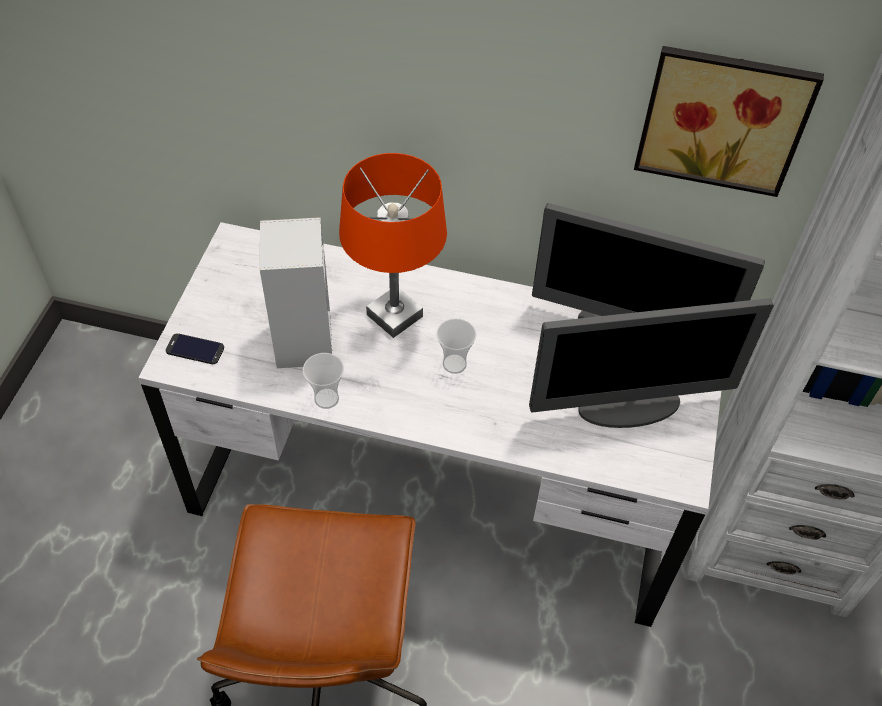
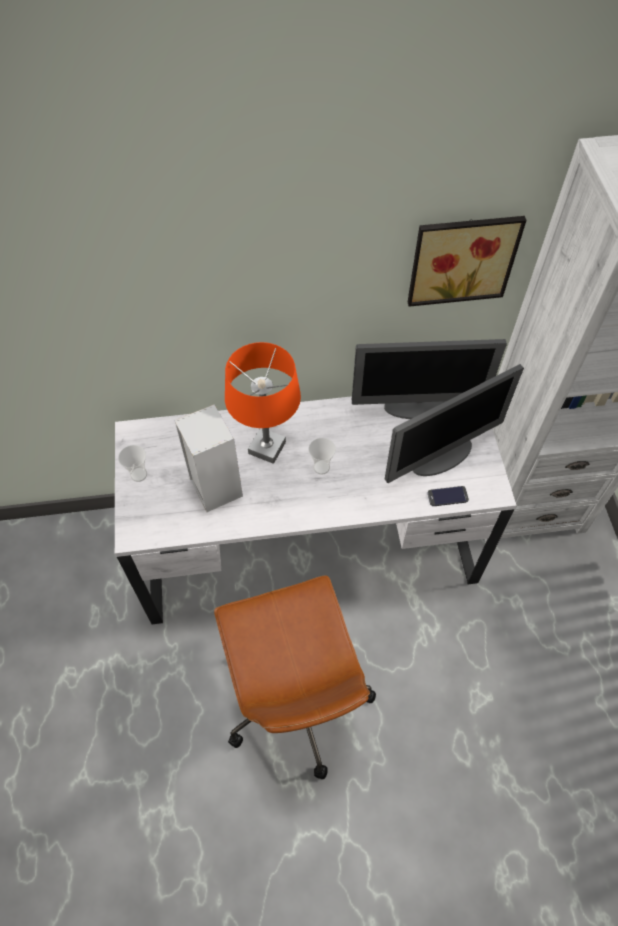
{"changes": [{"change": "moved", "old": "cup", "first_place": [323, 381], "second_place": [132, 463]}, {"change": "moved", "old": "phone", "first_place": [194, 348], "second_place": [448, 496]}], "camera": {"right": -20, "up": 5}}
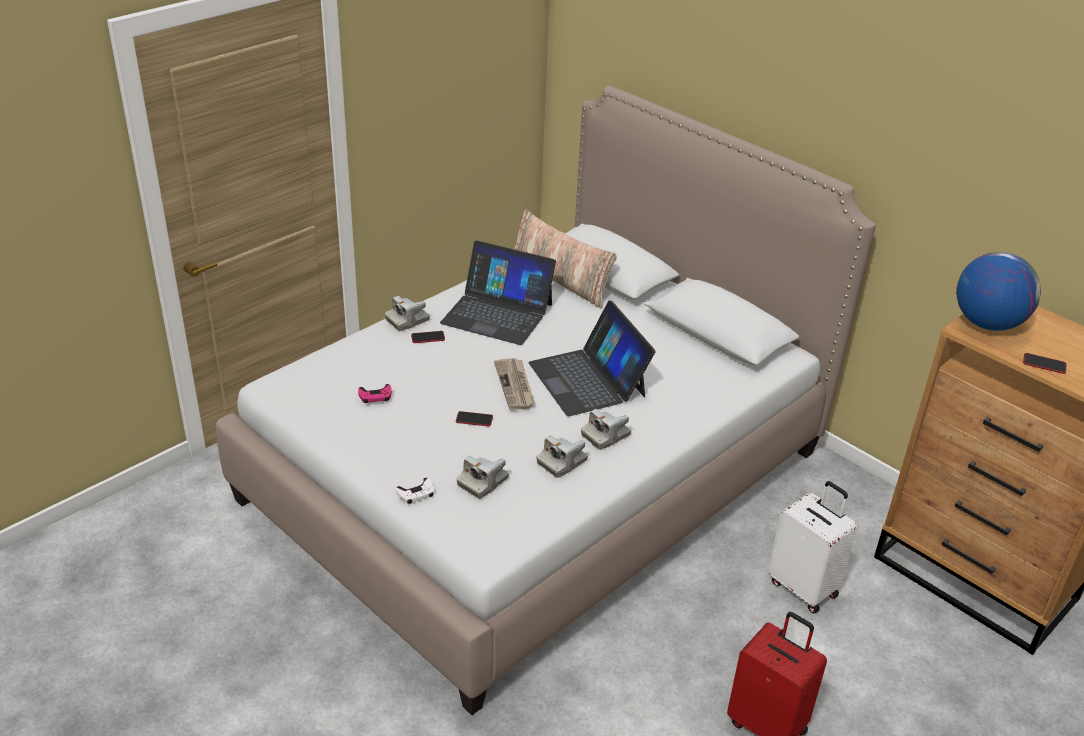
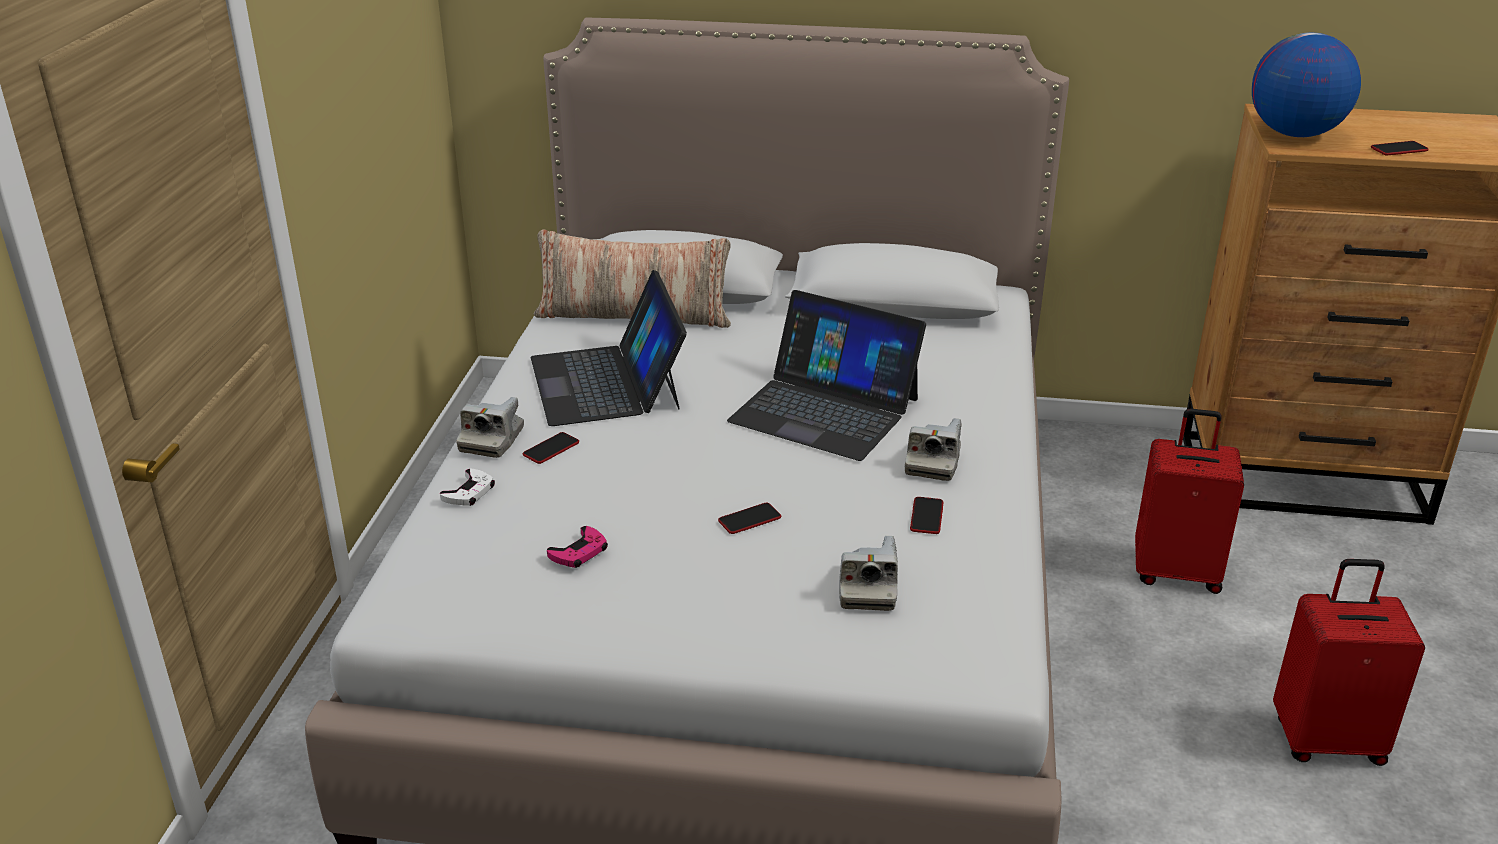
{"changes": [{"change": "moved", "old": "white game controller", "first_place": [415, 491], "second_place": [467, 487]}, {"change": "turned", "old": "laptop", "first_place": [498, 293], "second_place": [609, 348], "degrees": 90}, {"change": "replaced", "old": "photo camera", "new": "phone", "first_place": [562, 456], "second_place": [927, 515]}, {"change": "recoloured", "old": "white suitcase", "new": "red suitcase", "first_place": [813, 547], "second_place": [1189, 501]}, {"change": "removed", "old": "newspaper", "first_place": [514, 384]}], "camera": {"right": -35, "up": -5}}
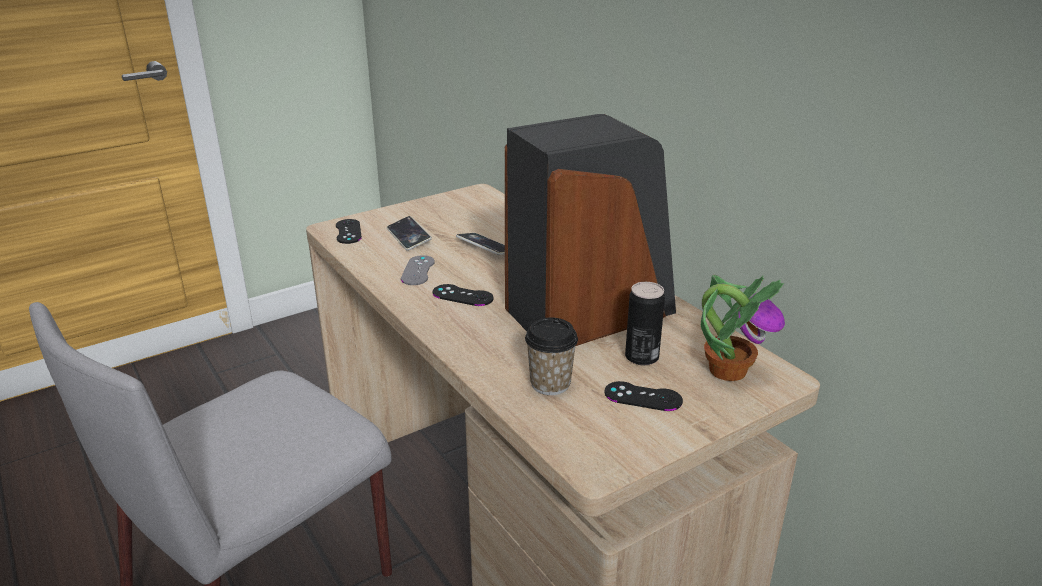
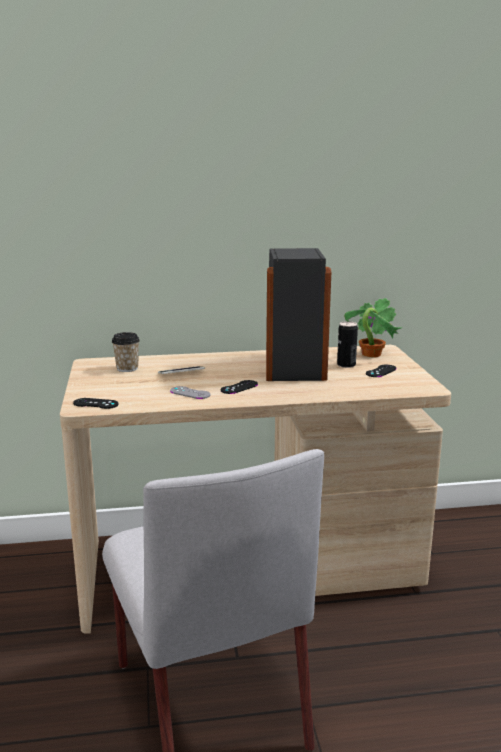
{"changes": [{"change": "moved", "old": "cup", "first_place": [551, 356], "second_place": [126, 352]}, {"change": "removed", "old": "phone", "first_place": [409, 233]}], "camera": {"right": -65, "up": -10}}
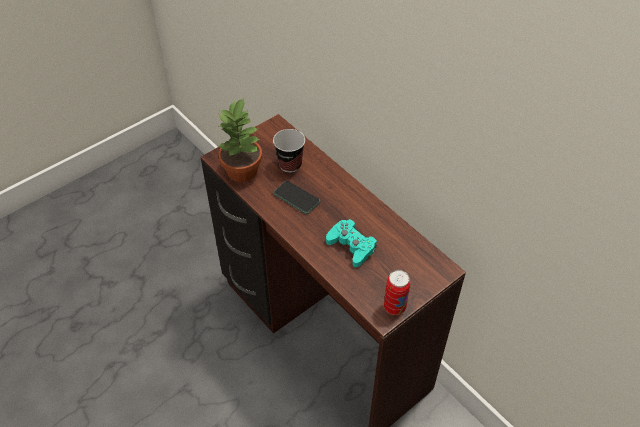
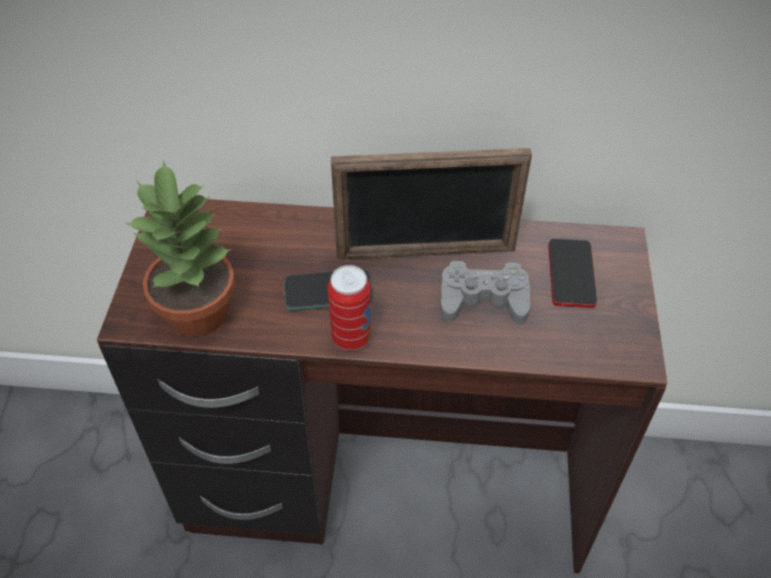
{"changes": [{"change": "moved", "old": "can", "first_place": [397, 292], "second_place": [349, 308]}, {"change": "added", "new": "picture frame", "second_place": [431, 203]}, {"change": "recoloured", "old": "turquoise game controller", "new": "grey game controller", "first_place": [351, 243], "second_place": [485, 292]}, {"change": "added", "new": "phone", "second_place": [572, 273]}, {"change": "removed", "old": "cup", "first_place": [289, 151]}], "camera": {"right": -45, "up": 0}}
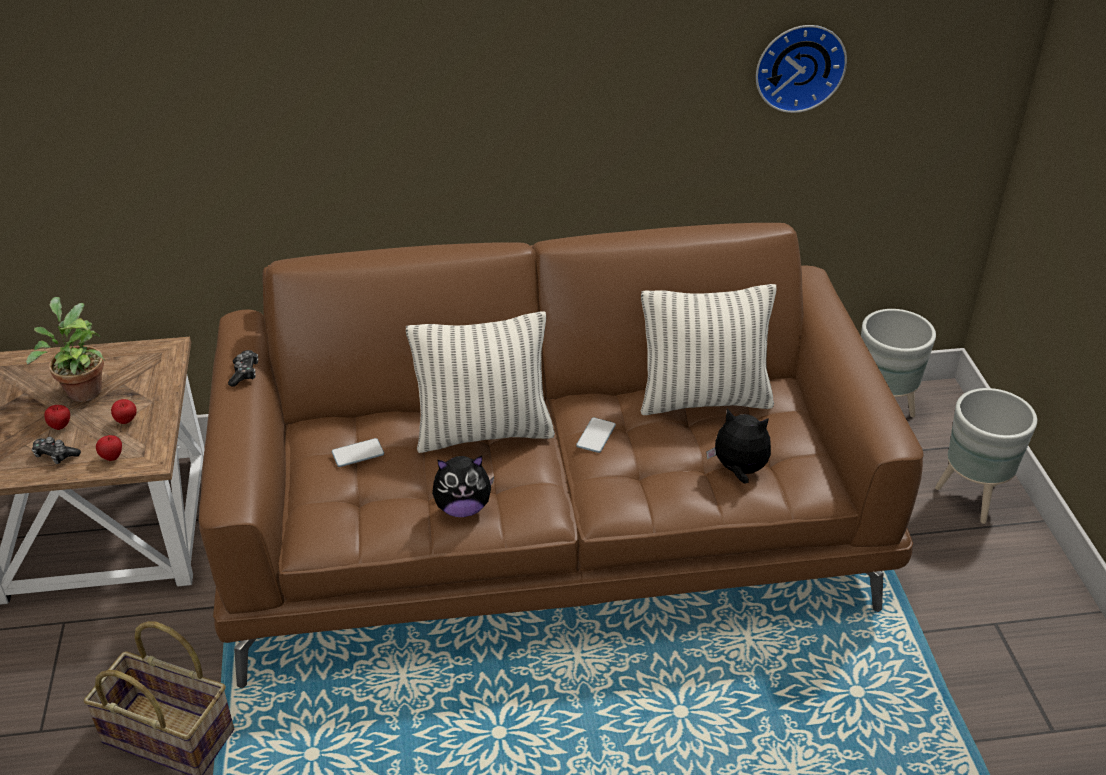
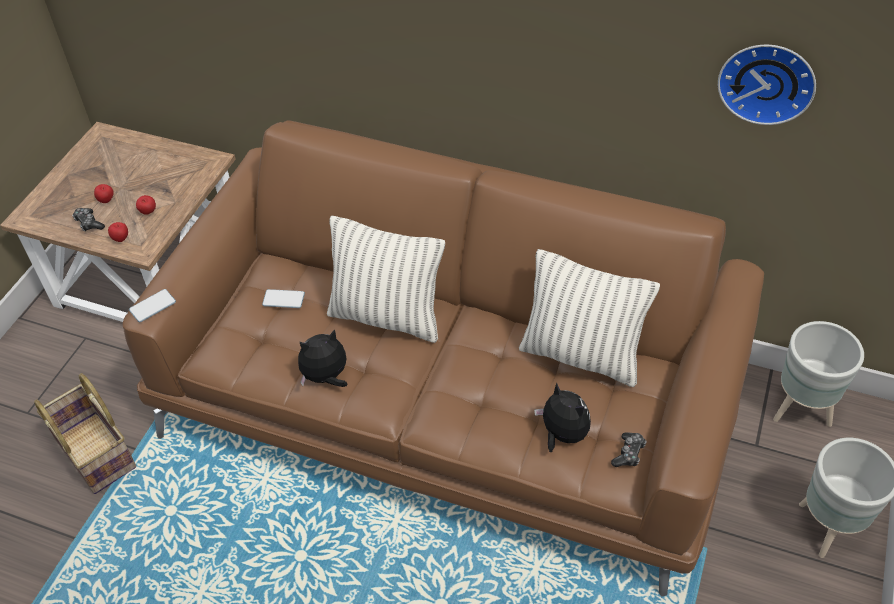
{"changes": [{"change": "moved", "old": "phone", "first_place": [596, 435], "second_place": [152, 305]}, {"change": "turned", "old": "plush toy", "first_place": [463, 486], "second_place": [322, 358], "degrees": 135}, {"change": "moved", "old": "game controller", "first_place": [243, 368], "second_place": [628, 449]}, {"change": "removed", "old": "potted plant", "first_place": [65, 349]}], "camera": {"right": 30, "up": 10}}
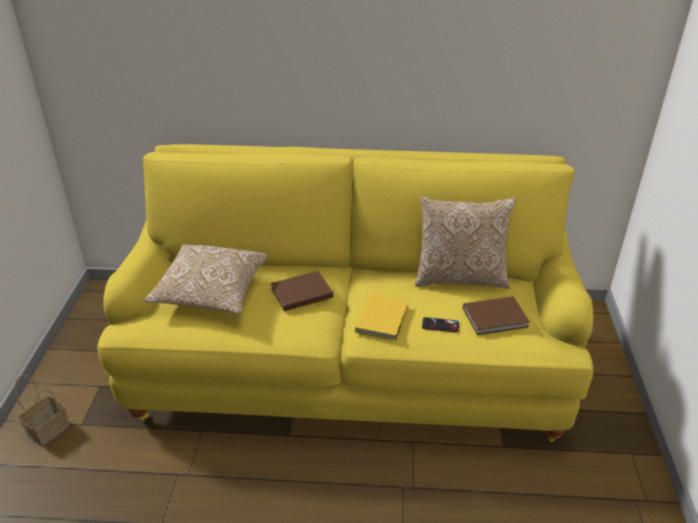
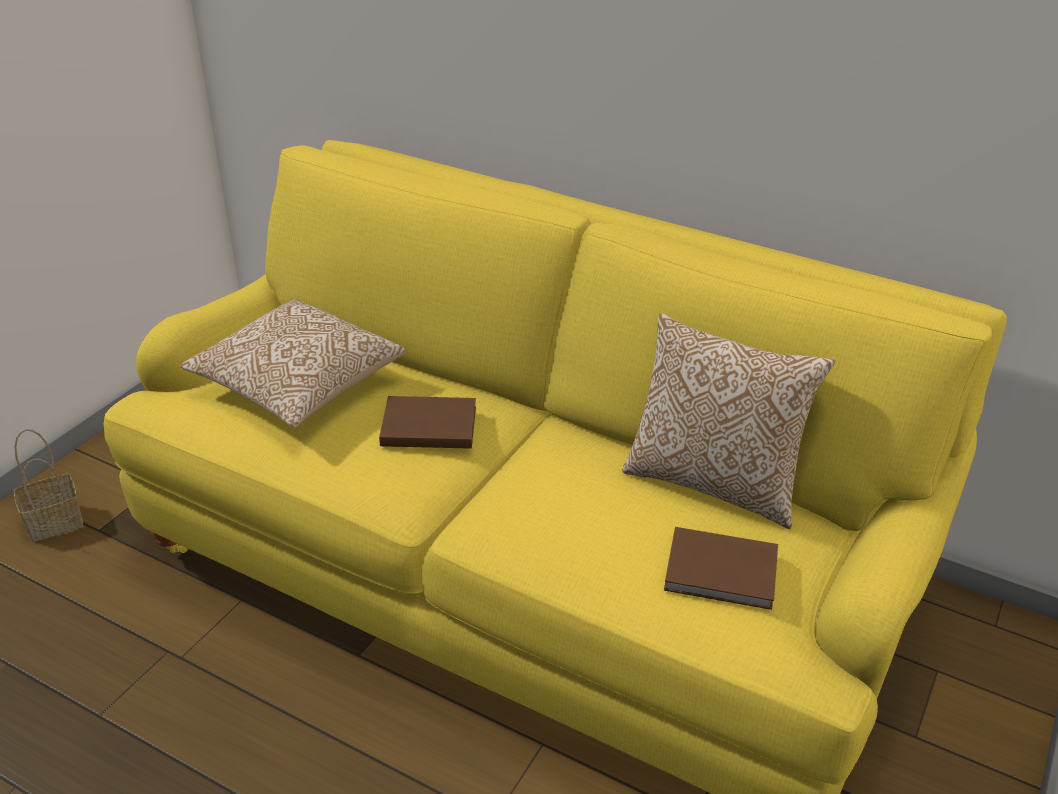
{"changes": [{"change": "removed", "old": "yellow book", "first_place": [382, 317]}, {"change": "removed", "old": "phone", "first_place": [440, 324]}], "camera": {"right": 25, "up": 0}}
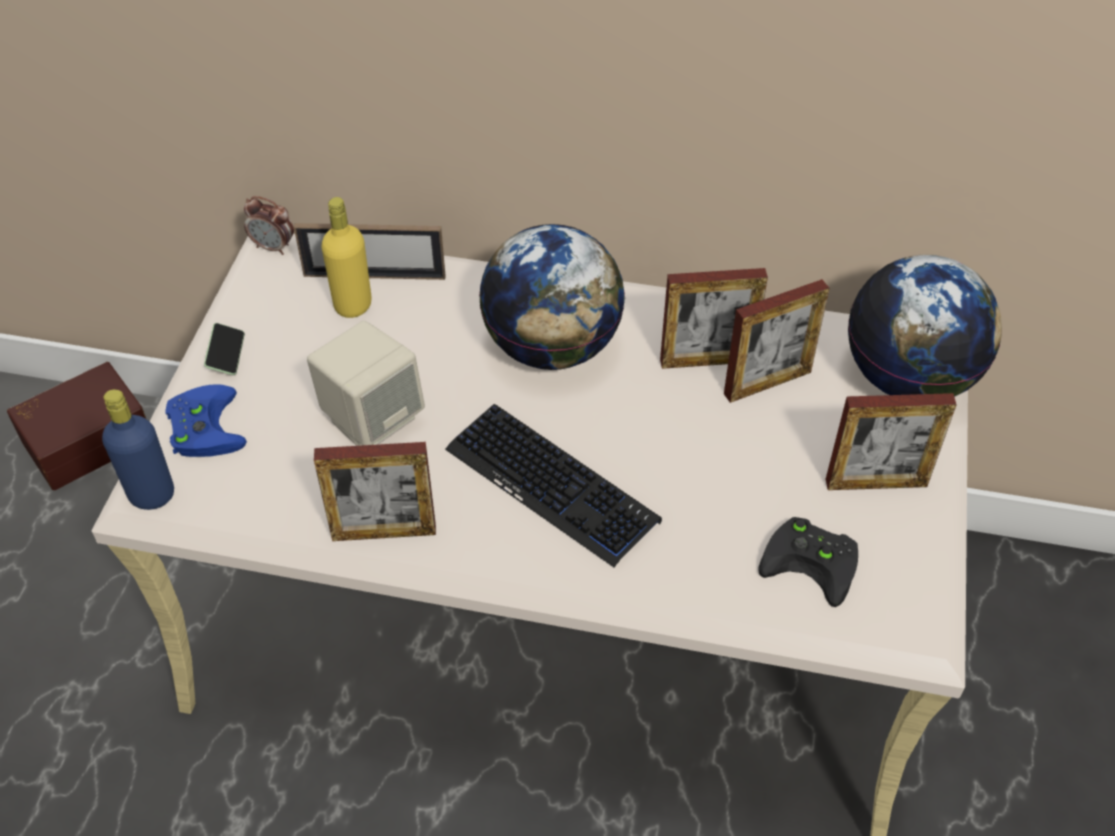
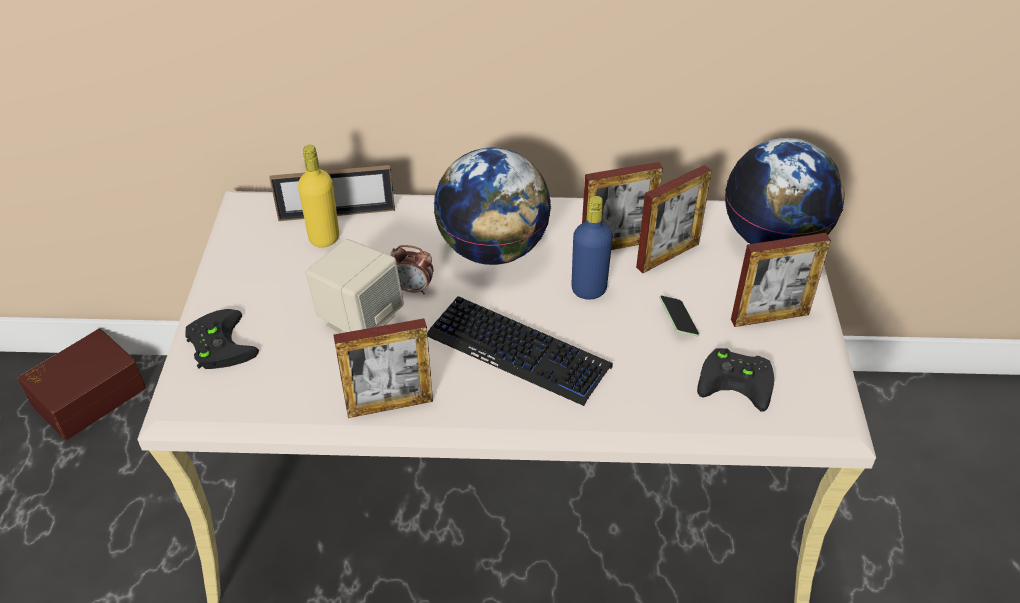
{"changes": [{"change": "recoloured", "old": "blue game controller", "new": "black game controller", "first_place": [206, 420], "second_place": [222, 339]}, {"change": "moved", "old": "alarm clock", "first_place": [269, 225], "second_place": [411, 270]}, {"change": "moved", "old": "blue bottle", "first_place": [138, 449], "second_place": [592, 248]}, {"change": "moved", "old": "phone", "first_place": [224, 349], "second_place": [679, 315]}], "camera": {"right": -10, "up": -5}}
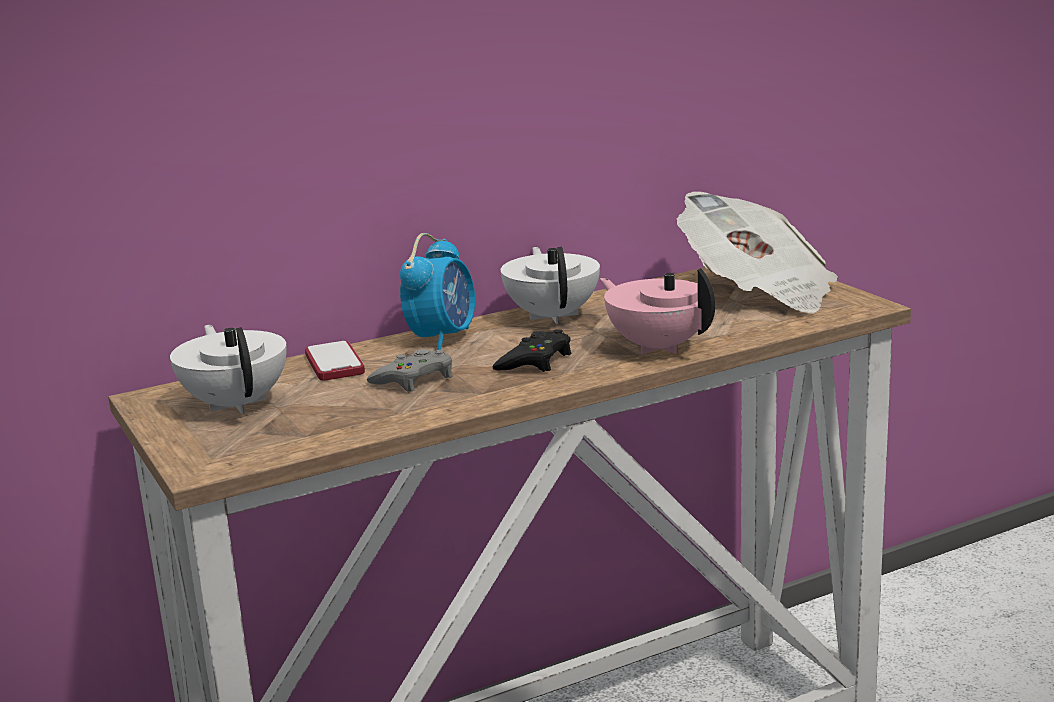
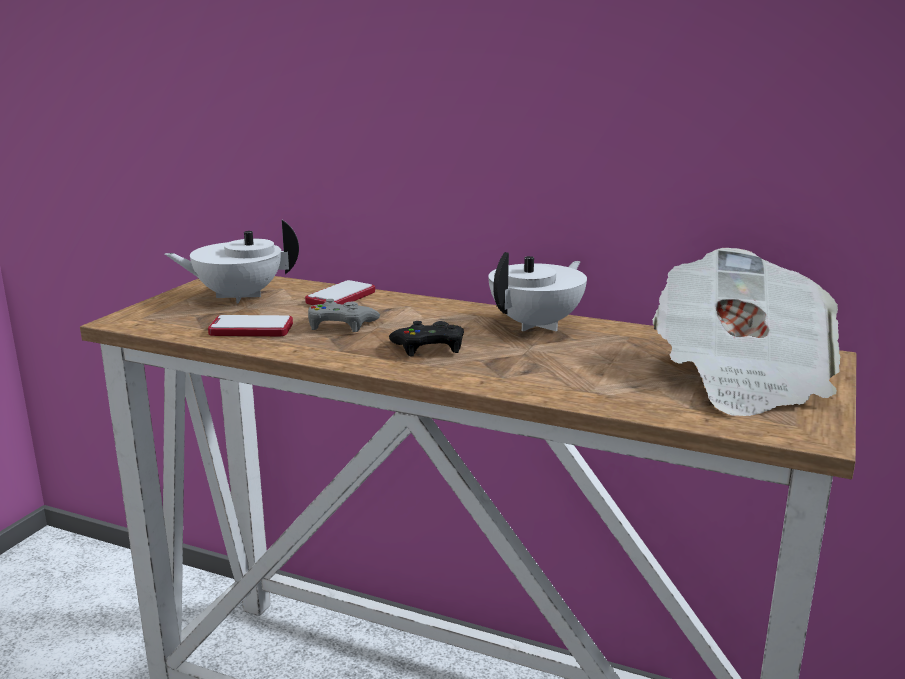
{"changes": [{"change": "turned", "old": "white teapot", "first_place": [228, 369], "second_place": [232, 262], "degrees": -120}, {"change": "added", "new": "phone", "second_place": [250, 325]}, {"change": "removed", "old": "alarm clock", "first_place": [437, 291]}, {"change": "removed", "old": "pink teapot", "first_place": [657, 311]}], "camera": {"right": 50, "up": 0}}
